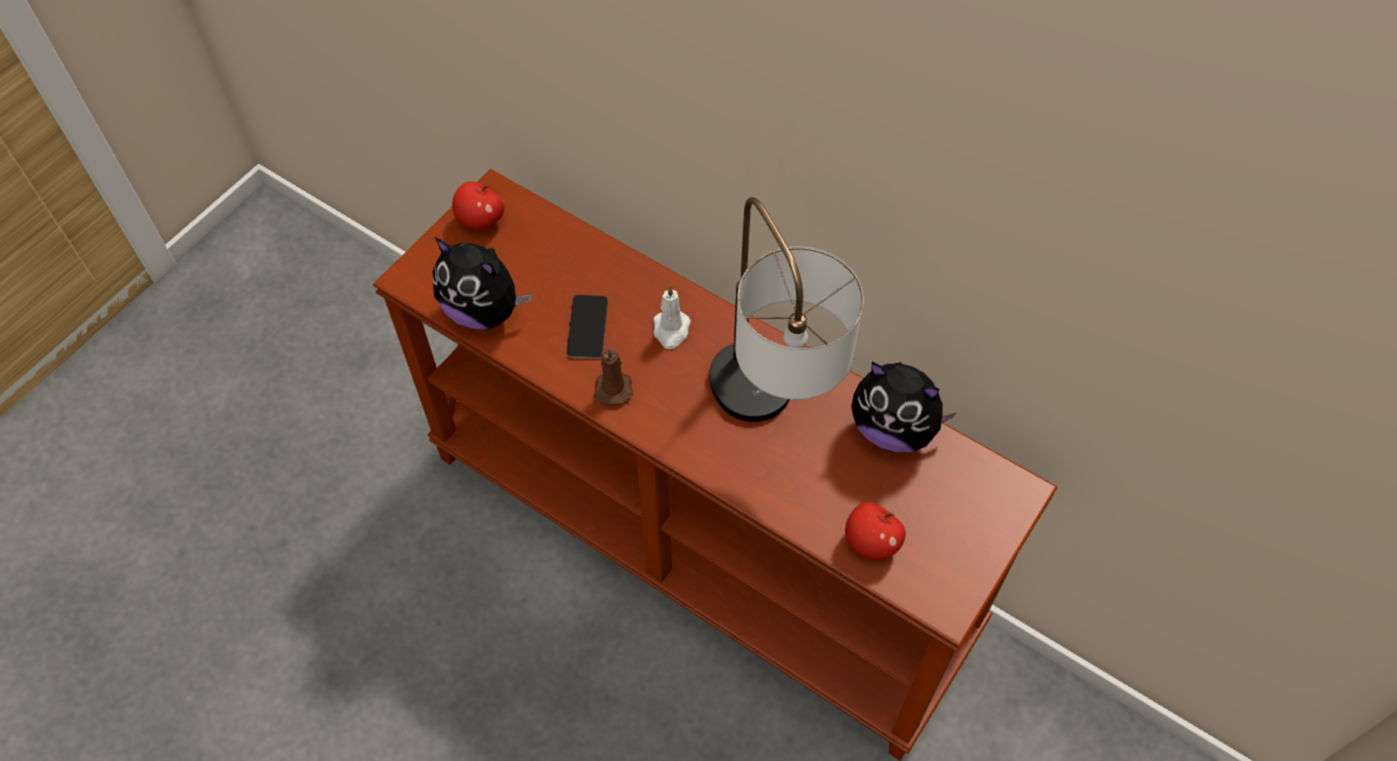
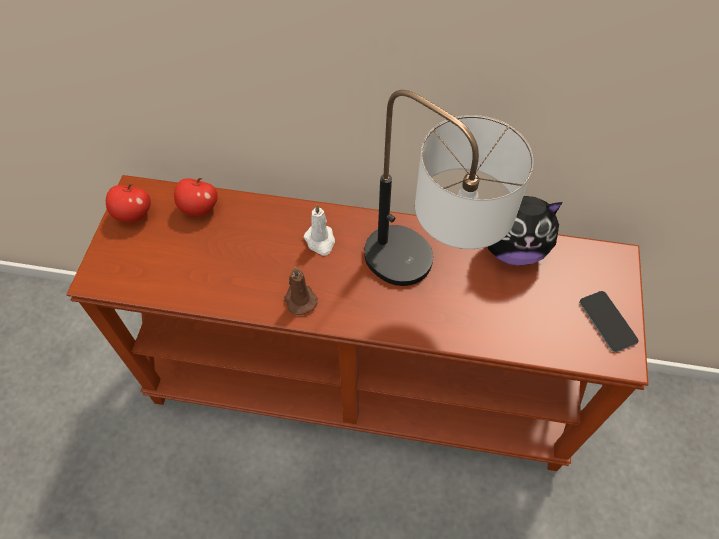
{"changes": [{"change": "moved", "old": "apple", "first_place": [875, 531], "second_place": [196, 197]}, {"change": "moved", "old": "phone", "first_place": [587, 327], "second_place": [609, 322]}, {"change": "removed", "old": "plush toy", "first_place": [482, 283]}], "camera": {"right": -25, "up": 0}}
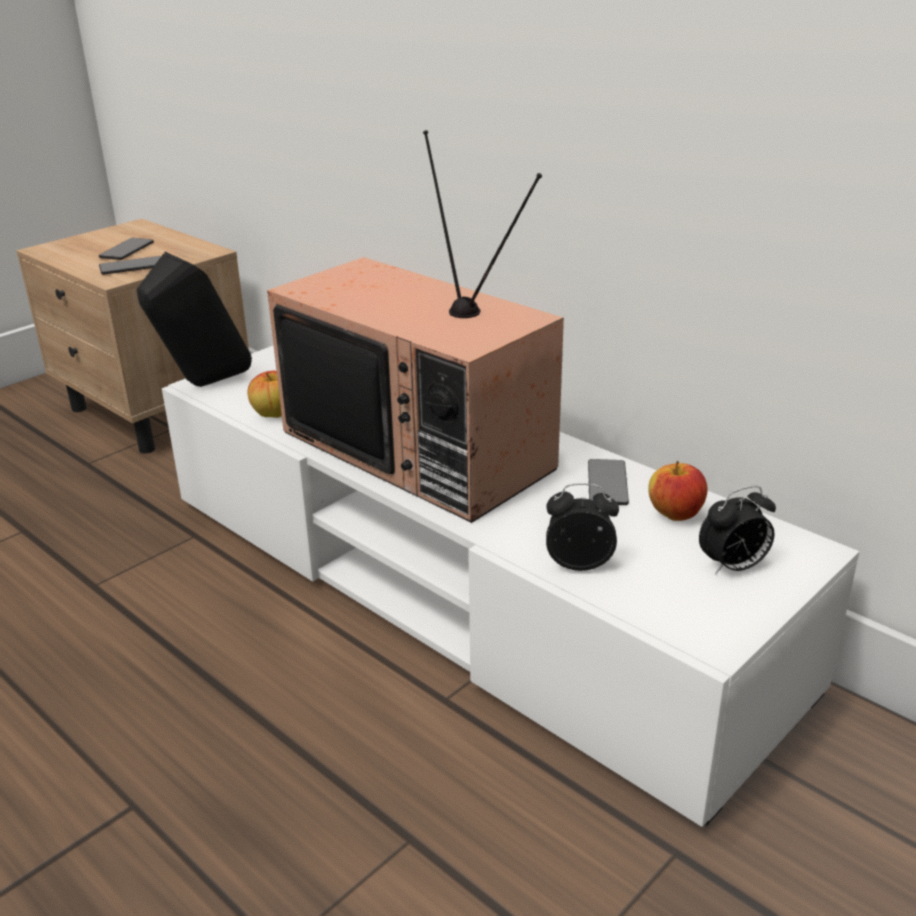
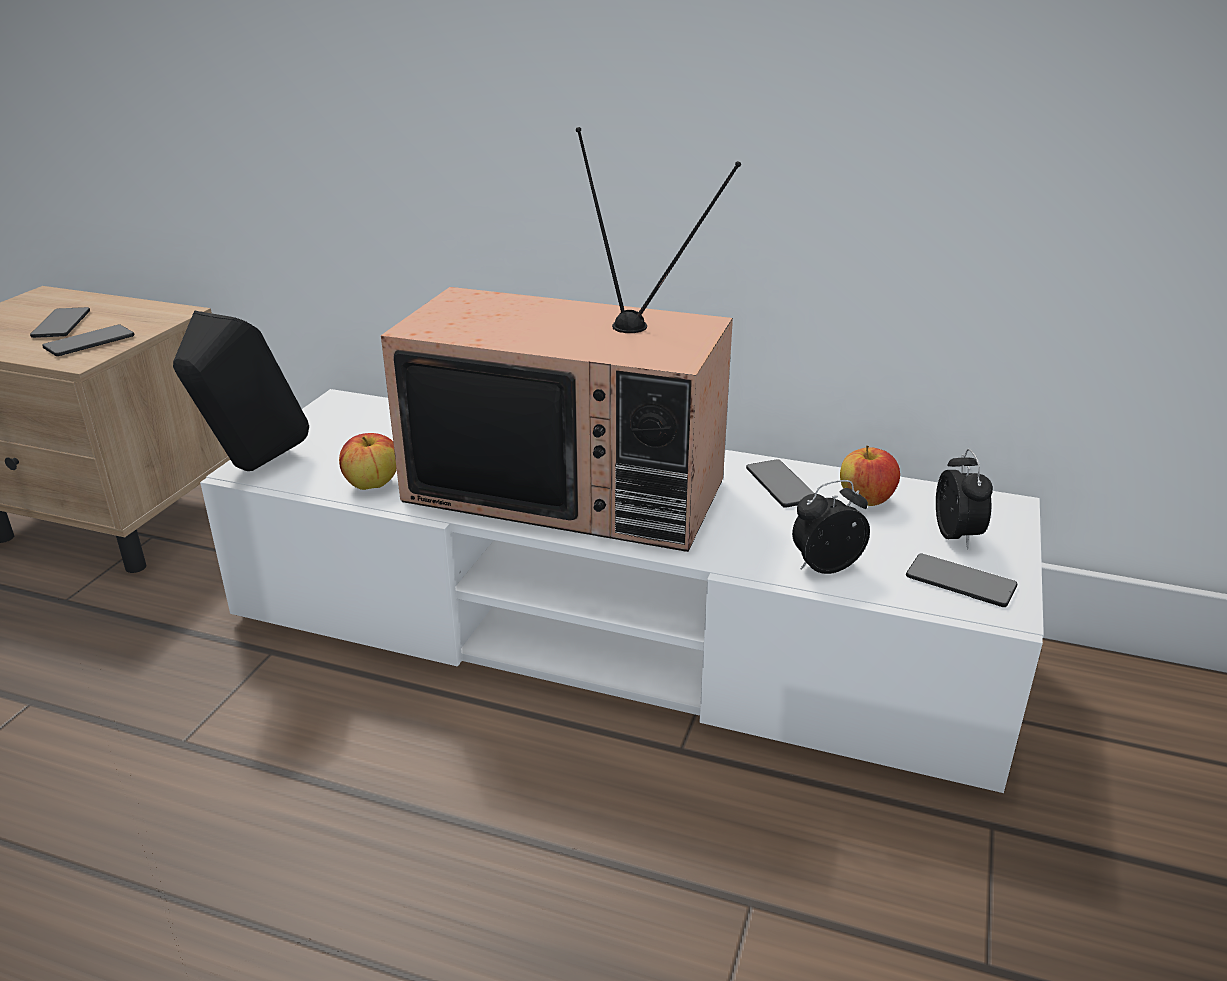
{"changes": [{"change": "added", "new": "phone", "second_place": [961, 580]}, {"change": "turned", "old": "alarm clock", "first_place": [737, 530], "second_place": [964, 499], "degrees": -45}], "camera": {"right": -25, "up": 0}}
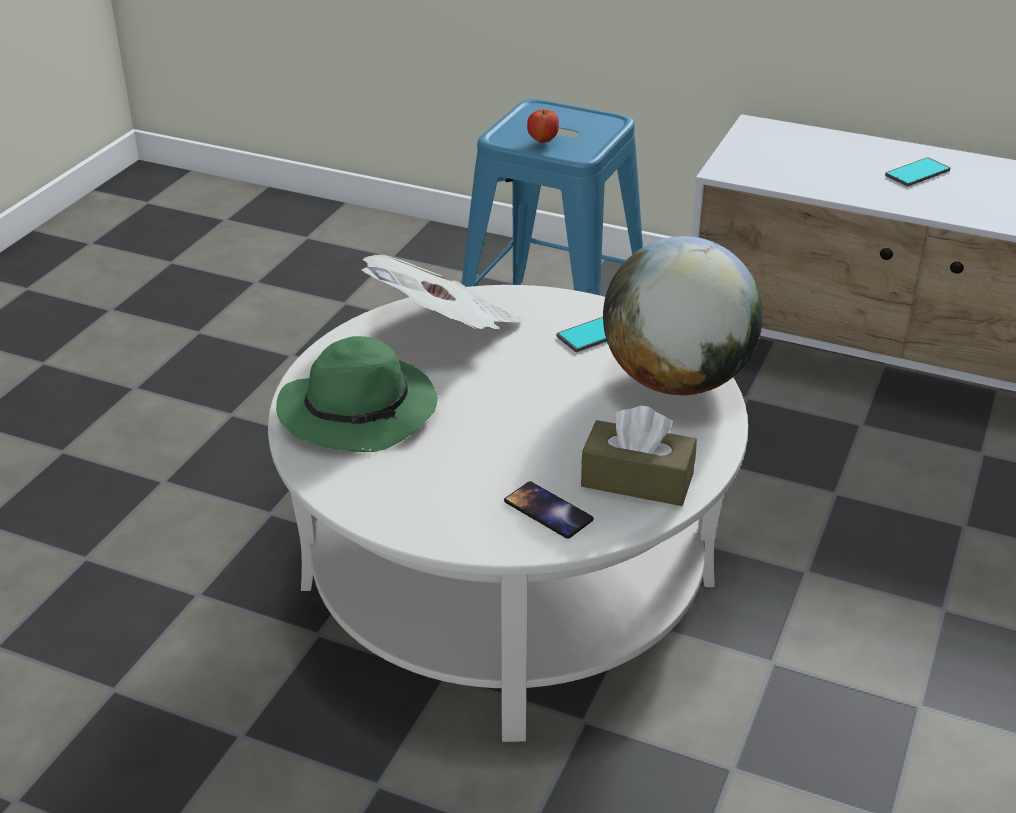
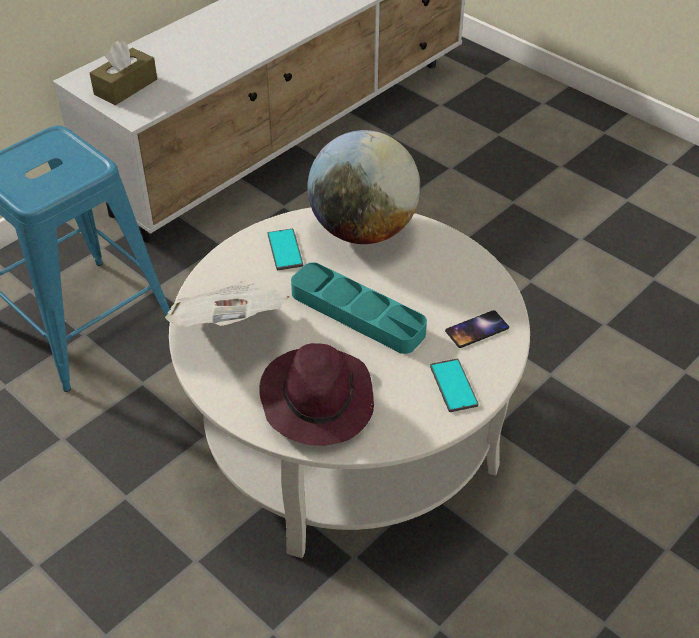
{"changes": [{"change": "moved", "old": "brown tissue box", "first_place": [639, 456], "second_place": [123, 73]}, {"change": "recoloured", "old": "green hat", "new": "purple hat", "first_place": [357, 394], "second_place": [316, 394]}, {"change": "added", "new": "turquoise tray", "second_place": [359, 308]}, {"change": "moved", "old": "phone", "first_place": [917, 171], "second_place": [454, 385]}, {"change": "removed", "old": "apple", "first_place": [543, 126]}], "camera": {"right": -70, "up": 10}}
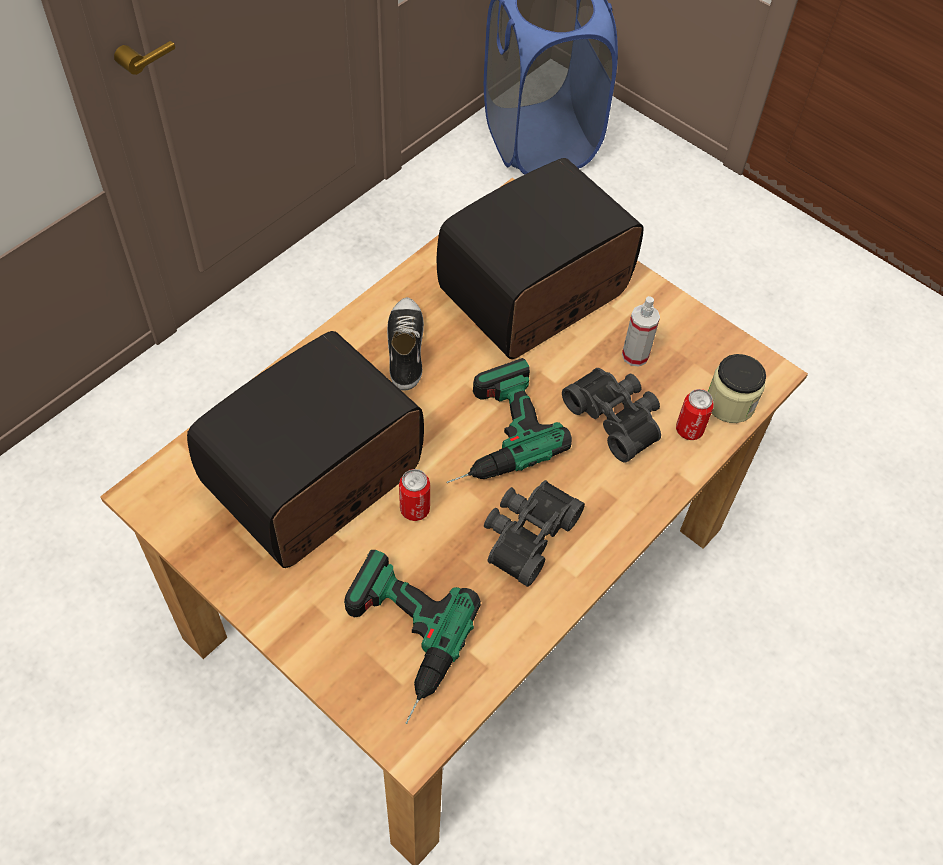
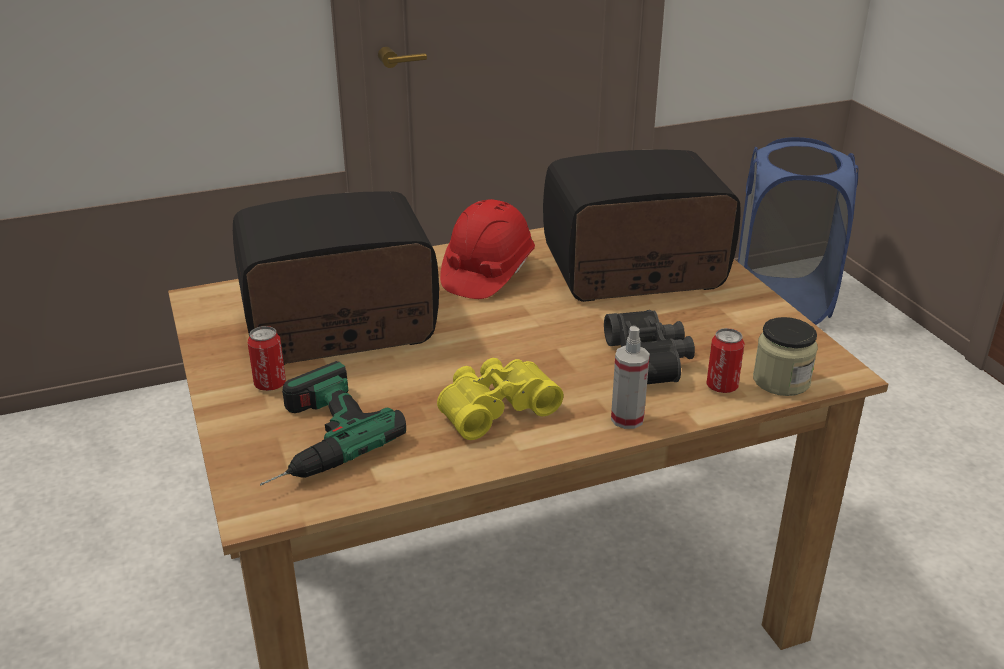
{"changes": [{"change": "moved", "old": "can", "first_place": [414, 495], "second_place": [267, 358]}, {"change": "recoloured", "old": "black binoculars", "new": "yellow binoculars", "first_place": [534, 533], "second_place": [500, 399]}, {"change": "replaced", "old": "shoe", "new": "red hard hat", "first_place": [405, 344], "second_place": [487, 249]}, {"change": "moved", "old": "spray bottle", "first_place": [641, 331], "second_place": [630, 377]}, {"change": "removed", "old": "power drill", "first_place": [509, 420]}], "camera": {"right": 30, "up": -25}}
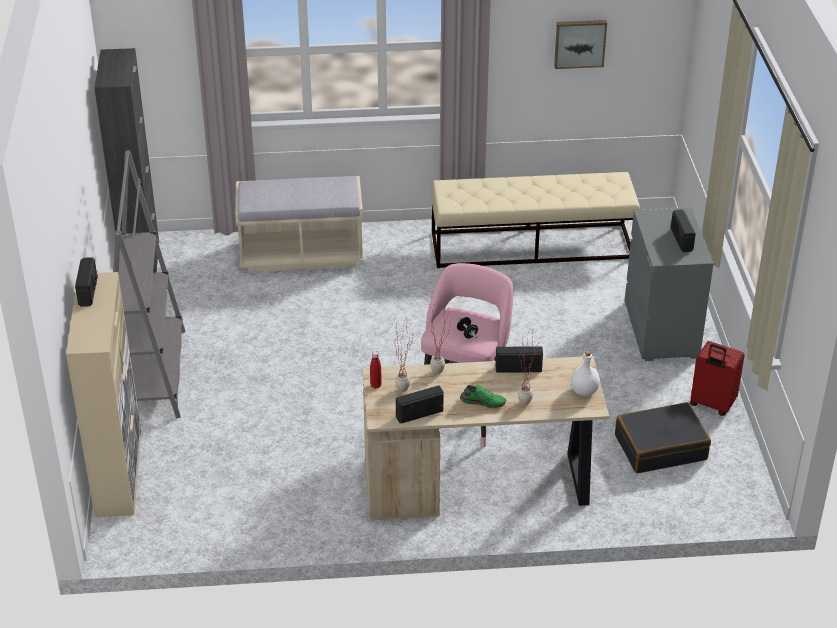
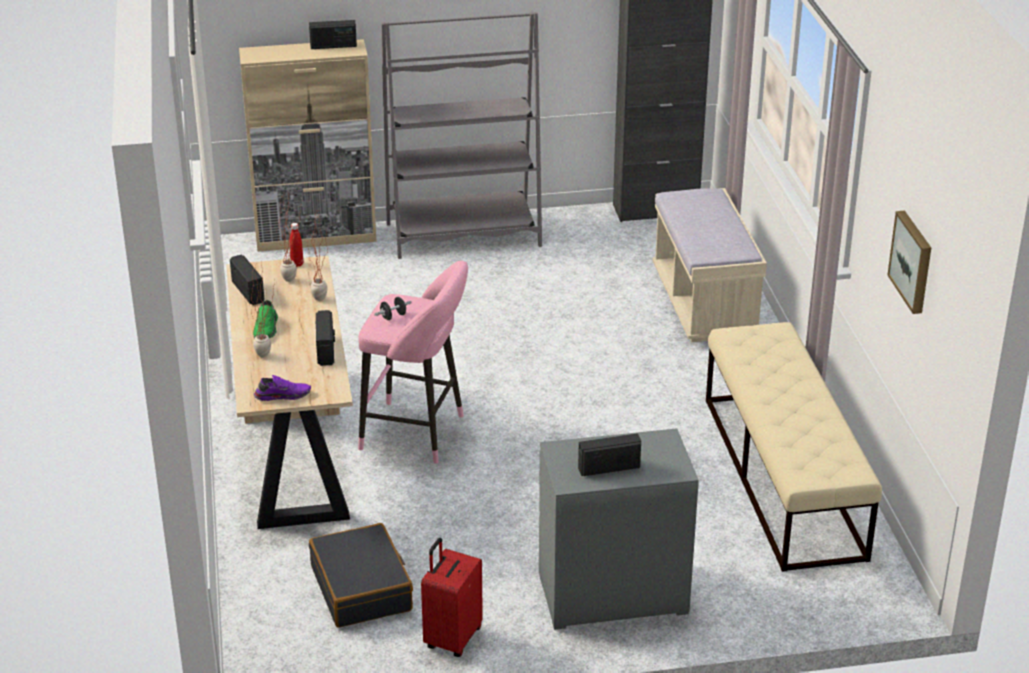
{"changes": [{"change": "replaced", "old": "white bottle", "new": "purple shoe", "first_place": [585, 373], "second_place": [282, 388]}], "camera": {"right": 85, "up": -5}}
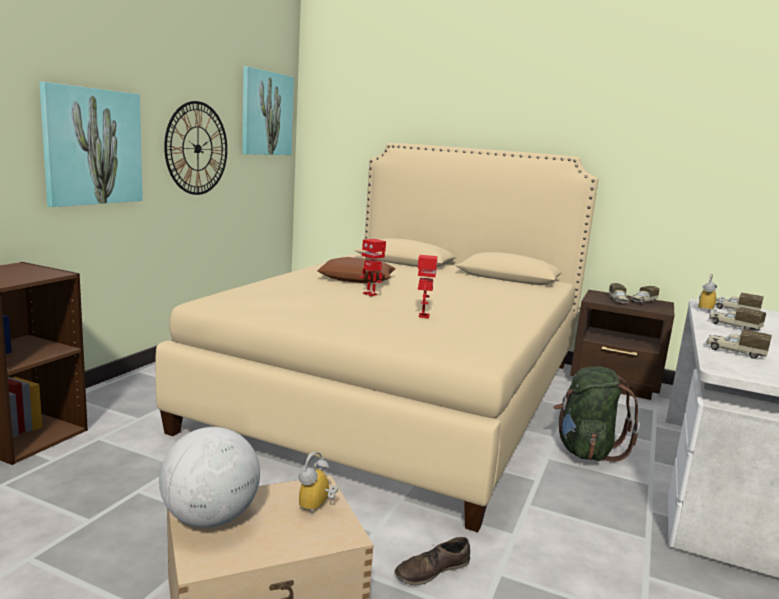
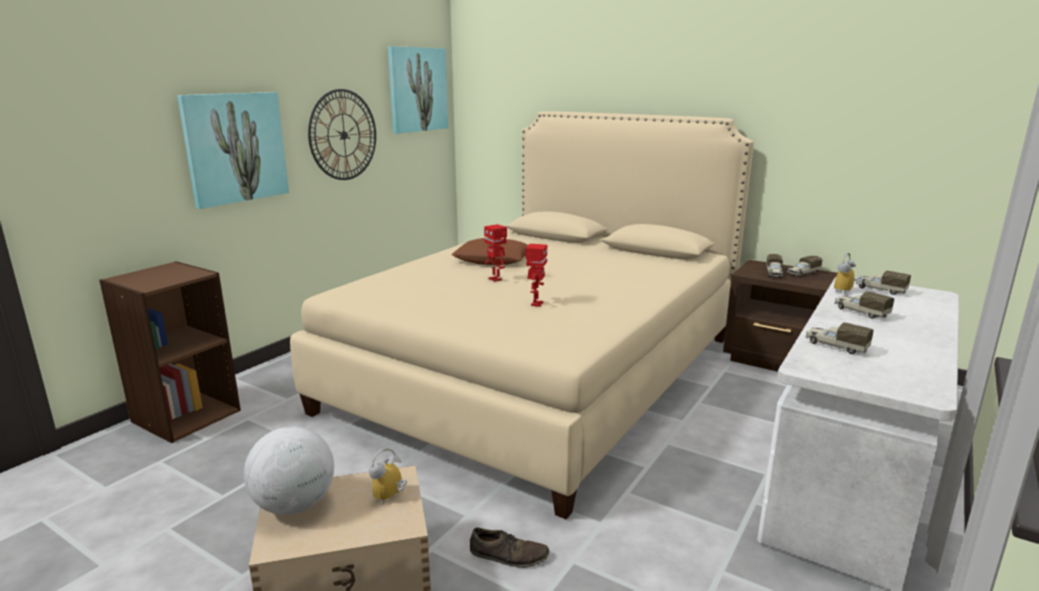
{"changes": [{"change": "turned", "old": "brown shoe", "first_place": [432, 561], "second_place": [509, 548], "degrees": -150}, {"change": "removed", "old": "green backpack", "first_place": [597, 414]}], "camera": {"right": 10, "up": 5}}
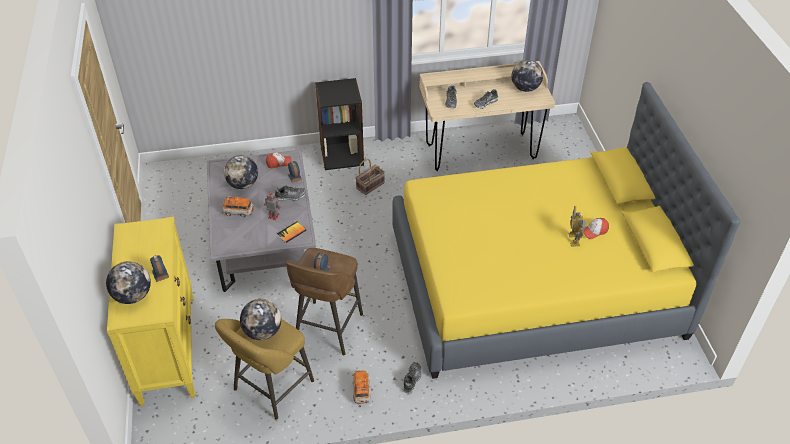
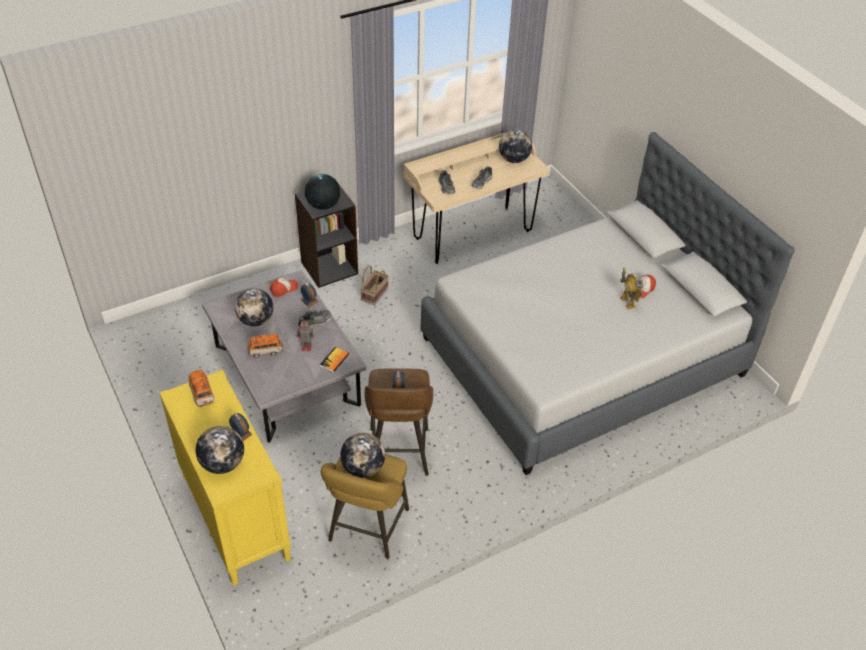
{"changes": [{"change": "moved", "old": "toy car", "first_place": [361, 387], "second_place": [200, 388]}, {"change": "added", "new": "globe", "second_place": [322, 192]}, {"change": "recoloured", "old": "yellow bed", "new": "grey bed", "first_place": [566, 230], "second_place": [607, 303]}, {"change": "removed", "old": "shoe", "first_place": [412, 378]}], "camera": {"right": -20, "up": 0}}
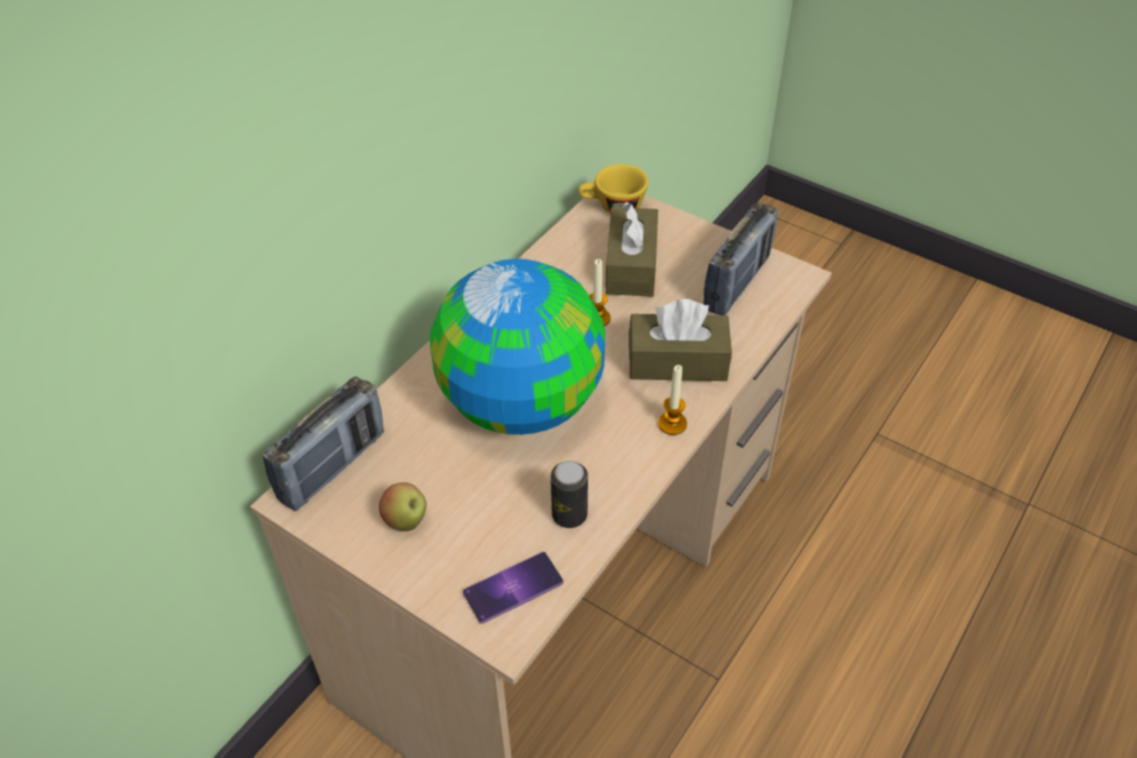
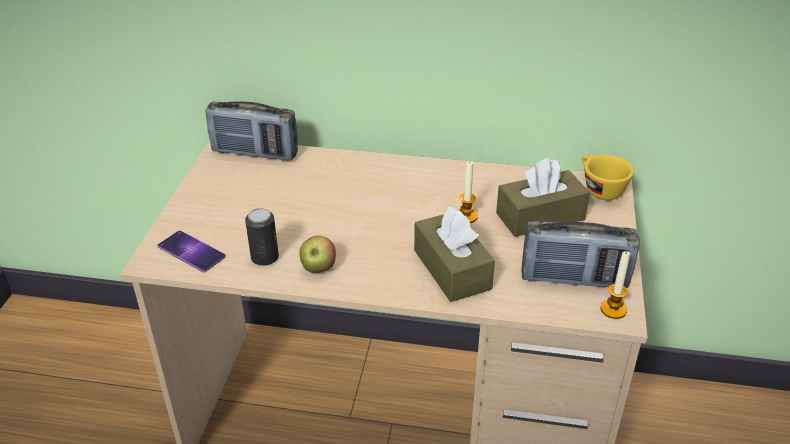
{"changes": [{"change": "moved", "old": "apple", "first_place": [403, 506], "second_place": [317, 254]}, {"change": "moved", "old": "candle", "first_place": [672, 400], "second_place": [615, 285]}, {"change": "removed", "old": "globe", "first_place": [517, 347]}], "camera": {"right": 65, "up": -10}}
